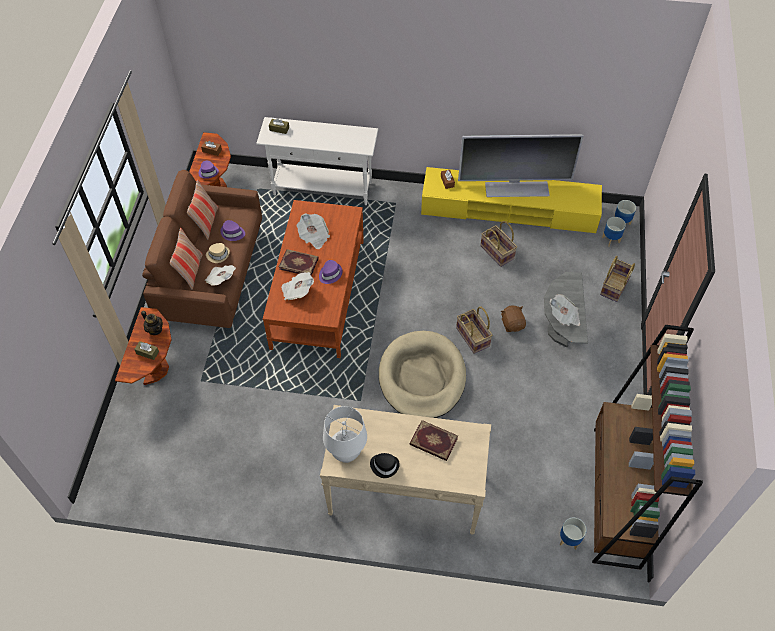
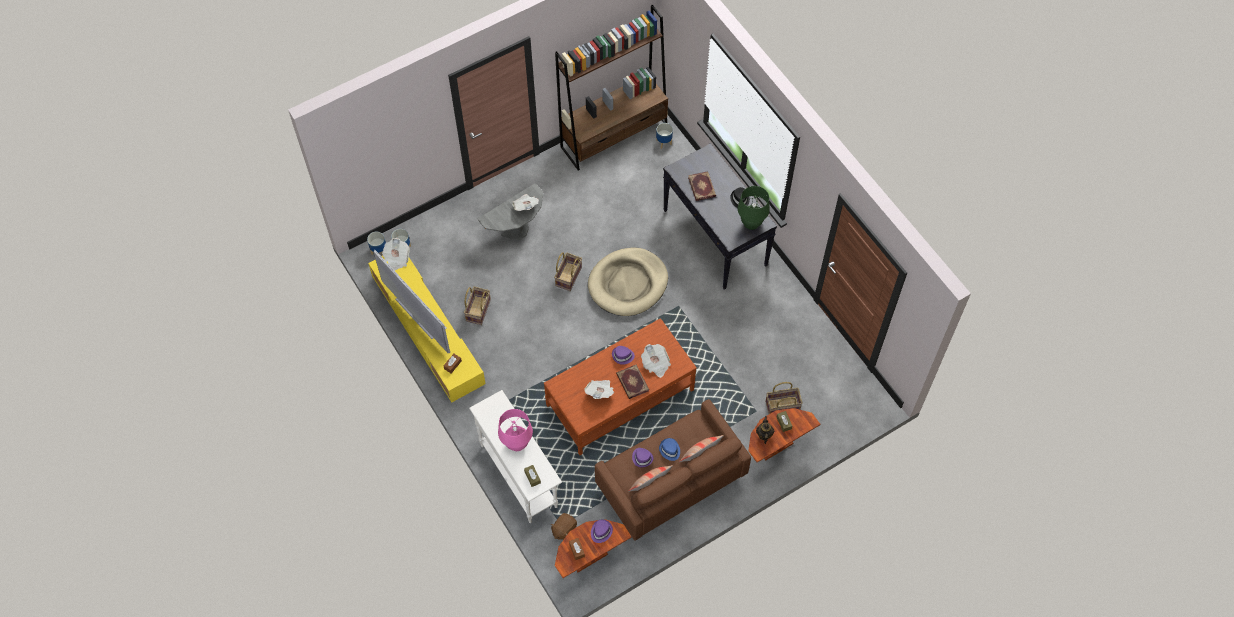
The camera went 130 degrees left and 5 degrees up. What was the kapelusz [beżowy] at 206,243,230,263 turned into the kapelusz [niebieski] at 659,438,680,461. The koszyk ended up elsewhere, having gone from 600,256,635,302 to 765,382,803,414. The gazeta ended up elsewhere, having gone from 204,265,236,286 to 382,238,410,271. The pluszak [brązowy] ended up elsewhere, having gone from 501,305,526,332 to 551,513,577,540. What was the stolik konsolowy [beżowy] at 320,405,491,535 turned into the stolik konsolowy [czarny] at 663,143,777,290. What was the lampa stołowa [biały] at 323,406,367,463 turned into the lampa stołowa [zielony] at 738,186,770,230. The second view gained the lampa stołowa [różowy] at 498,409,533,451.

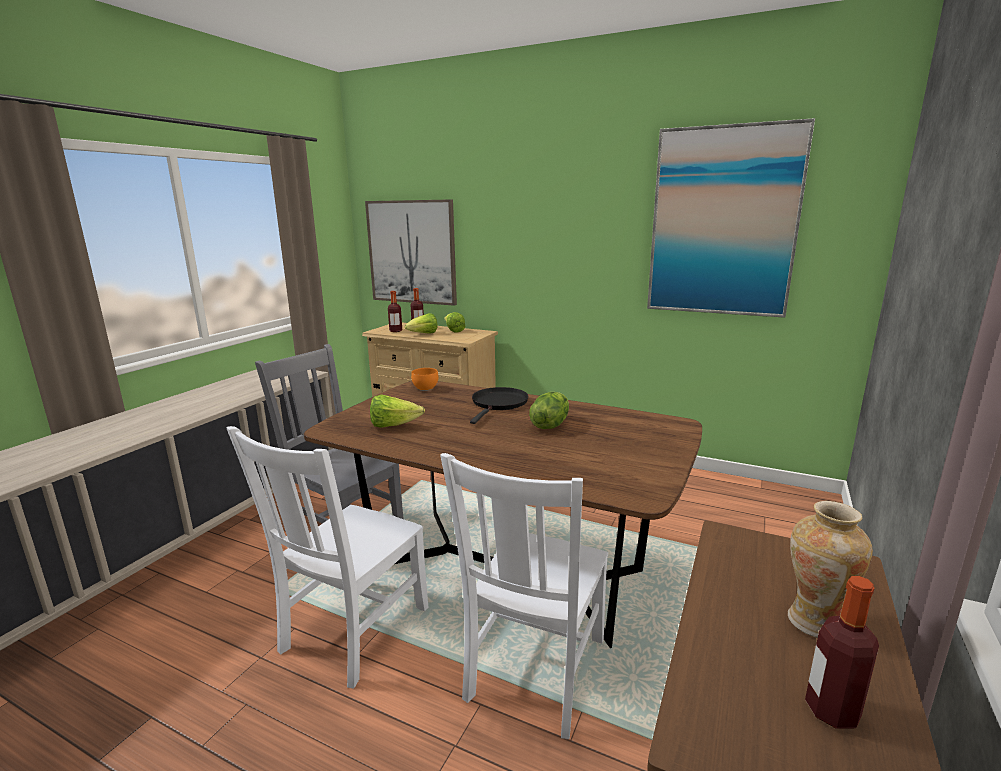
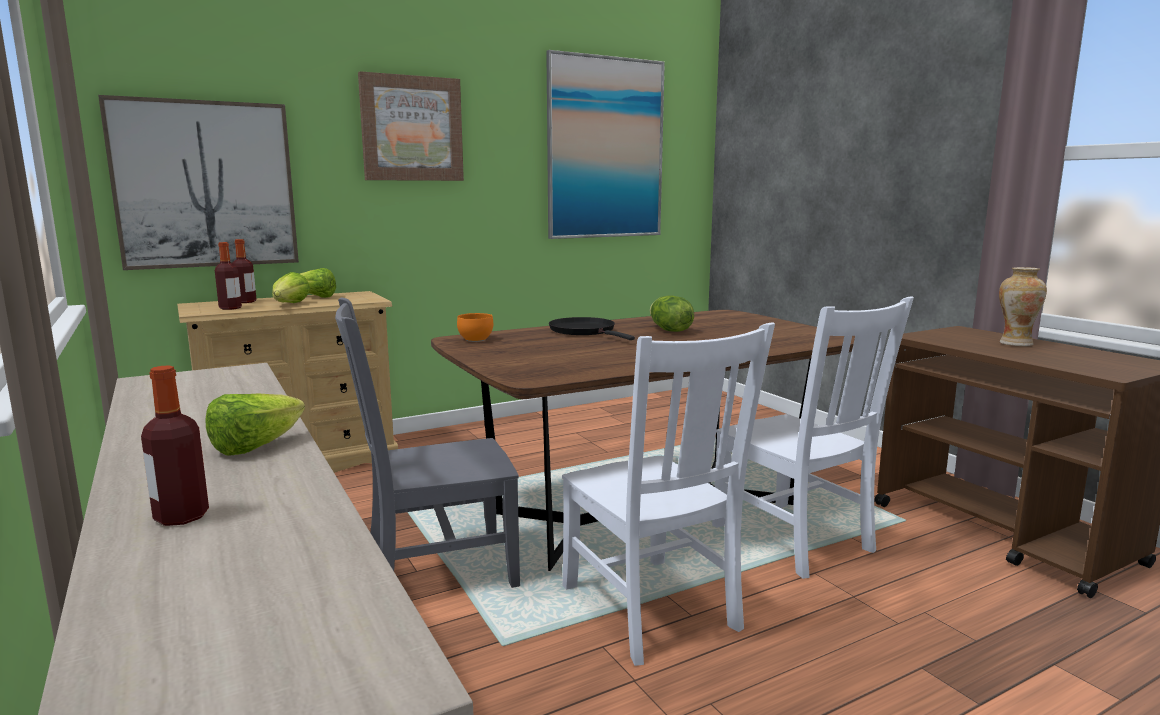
The camera went 55 degrees left and 5 degrees down. The sałata ended up elsewhere, having gone from 370,395,425,428 to 206,393,305,455. The butelka ended up elsewhere, having gone from 805,576,879,729 to 141,365,209,526. The second view gained the obraz at 358,71,464,181.

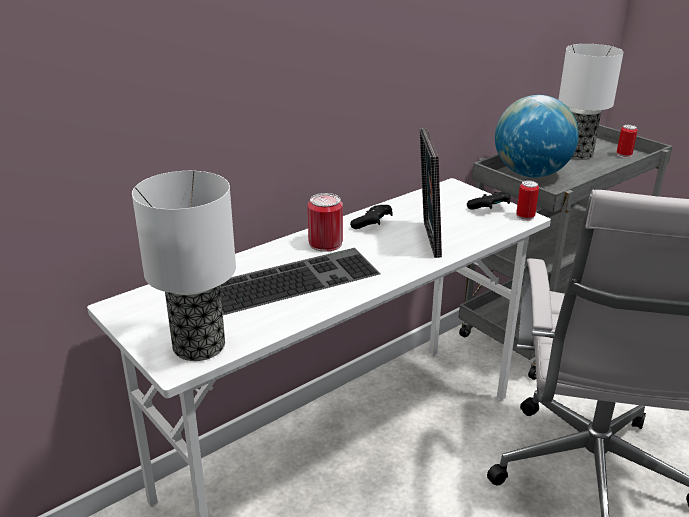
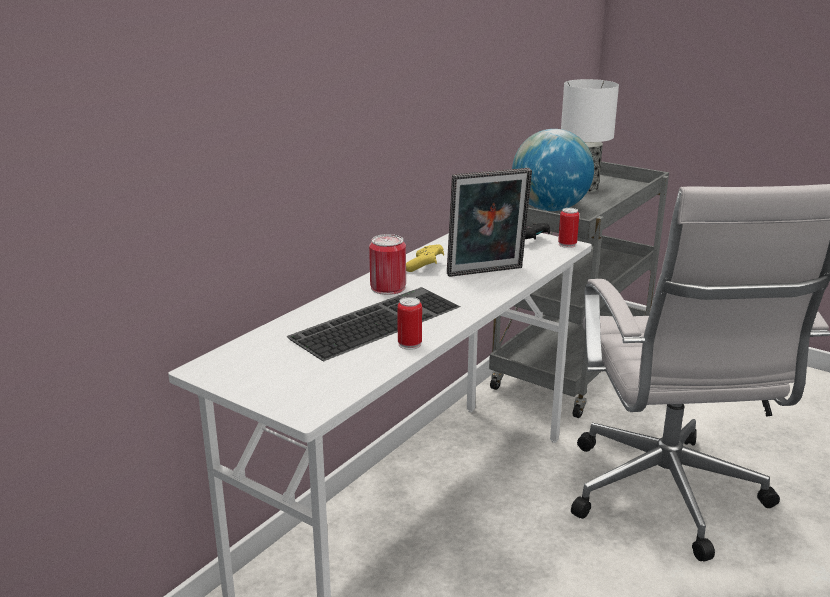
The camera went 15 degrees left and 5 degrees down. The puszka ended up elsewhere, having gone from 617,125,637,158 to 397,297,422,350. The ramka na zdjęcie at 420,128,442,258 ended up facing another way, 90 degrees counterclockwise from before. The second view lost the lampa stołowa at 132,171,236,361. What was the pad do gier [czarny] at 350,205,393,229 turned into the pad do gier [żółty] at 406,244,444,272.

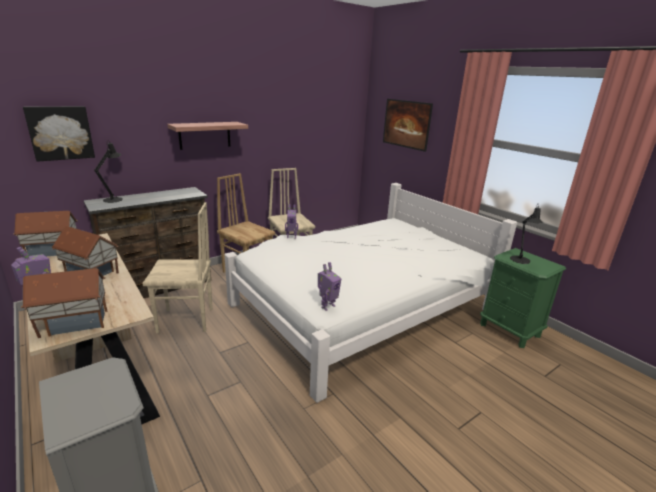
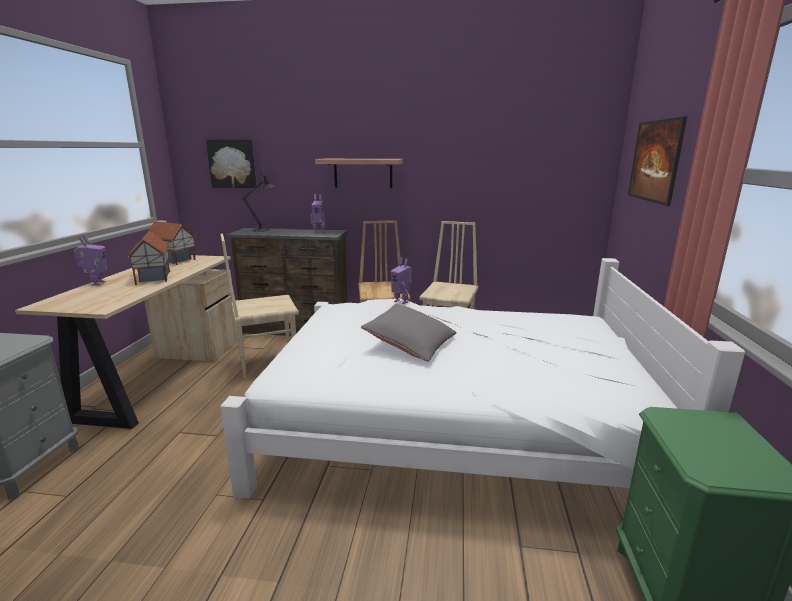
The camera went 45 degrees right and 5 degrees down. The krzesło [beżowy] at 142,202,213,333 ended up facing another way, 120 degrees clockwise from before. The second view lost the lampa stołowa [czarny] at 510,204,543,264. The robot zabawkowy ended up elsewhere, having gone from 318,262,341,311 to 310,194,325,232. The second view lost the domek at 21,268,107,338. The second view gained the poduszka [szary] at 361,304,457,362.

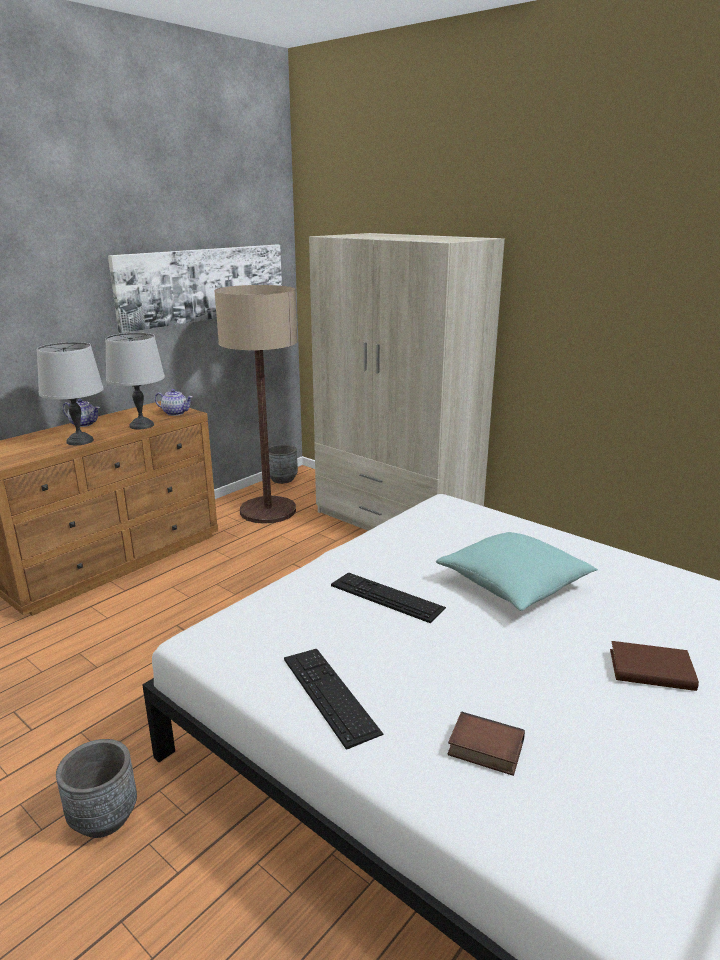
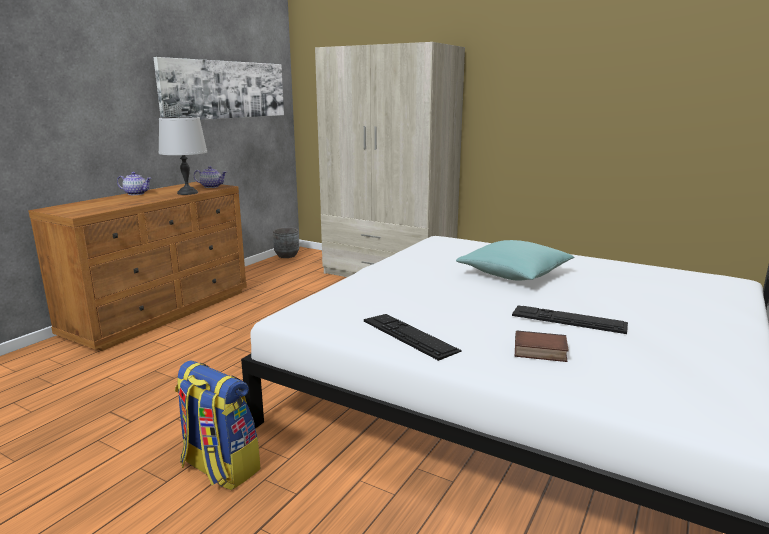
The camera went 10 degrees left and 5 degrees down. The second view lost the lampa stojąca at 214,285,298,524. The second view lost the lampa stołowa [szary] at 37,342,104,445. The klawiatura ended up elsewhere, having gone from 331,572,446,623 to 512,305,628,334. The second view lost the książka [brązowy] at 610,641,699,691. Where the donica [szary] stood at 56,739,137,838, the plecak came to stand at 175,360,261,490.

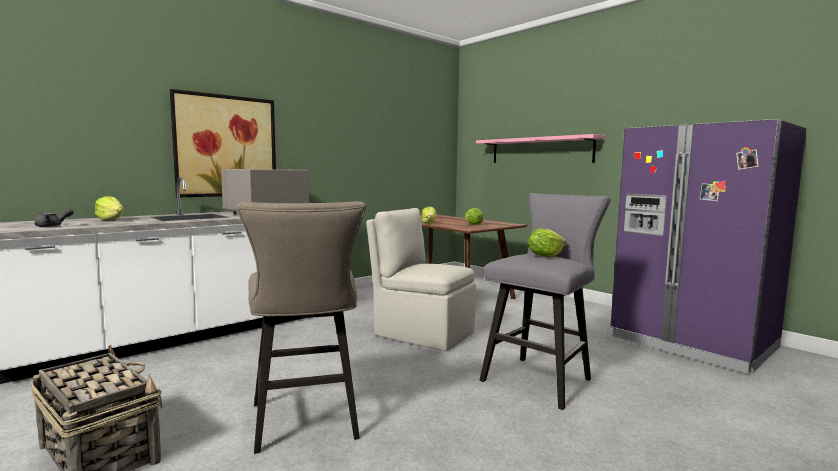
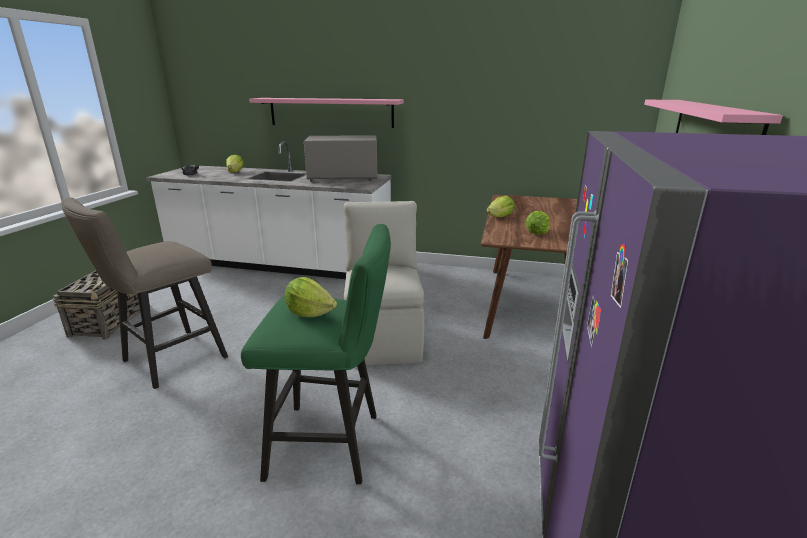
The camera went 55 degrees right and 15 degrees up. Where the obraz hung at 170,89,276,197, the półka [różowy] came to hang at 249,98,404,128. What was the stołek [szary] at 480,193,611,410 turned into the stołek [zielony] at 241,224,391,484.

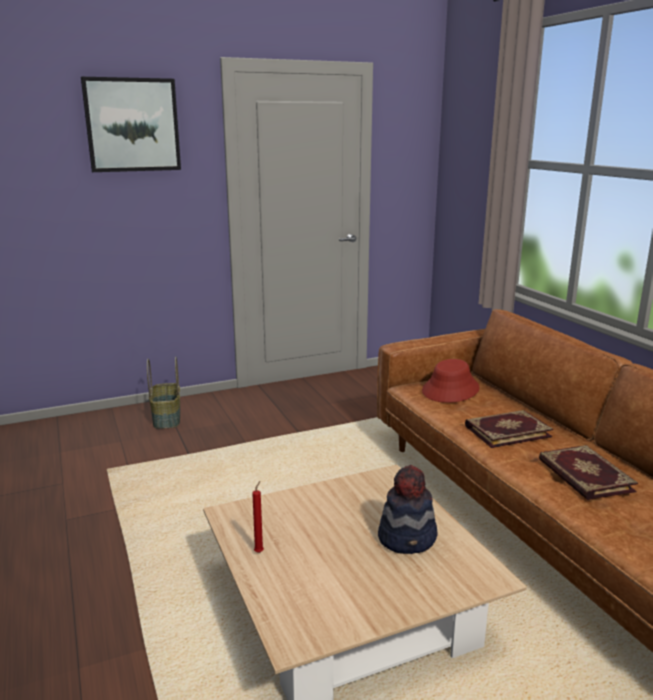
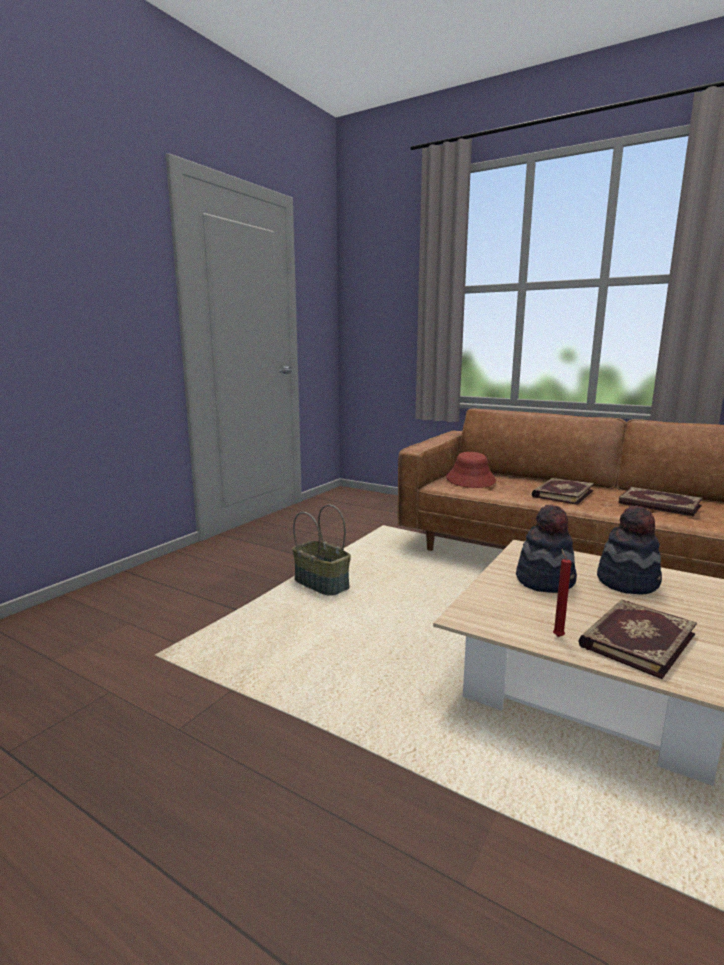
The camera went 35 degrees left and 5 degrees down. The second view lost the obraz at 81,77,181,172. The koszyk ended up elsewhere, having gone from 147,357,180,429 to 292,504,351,596. The second view gained the kapelusz at 516,504,577,593. The second view gained the książka at 578,600,697,679.

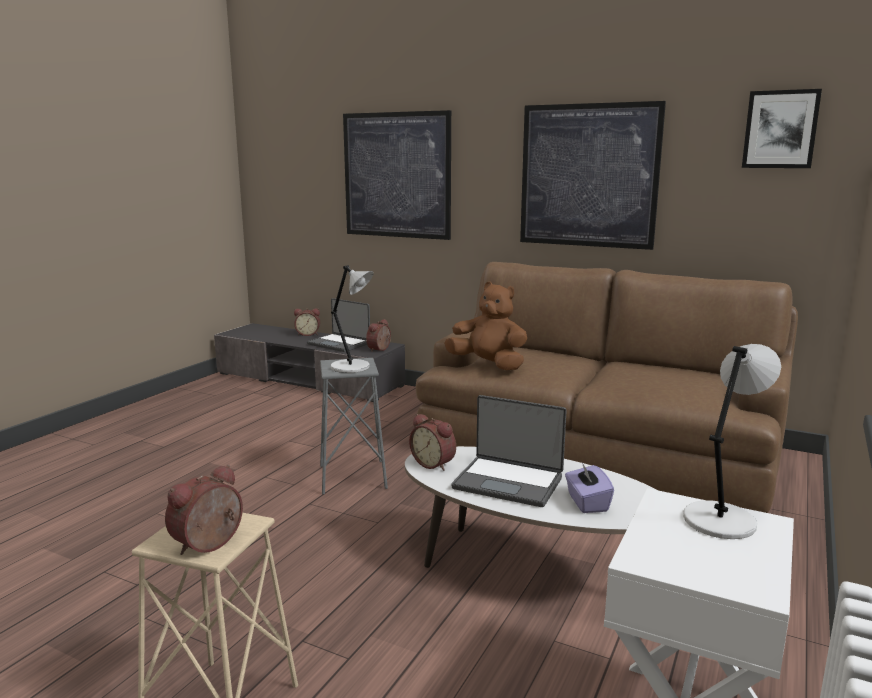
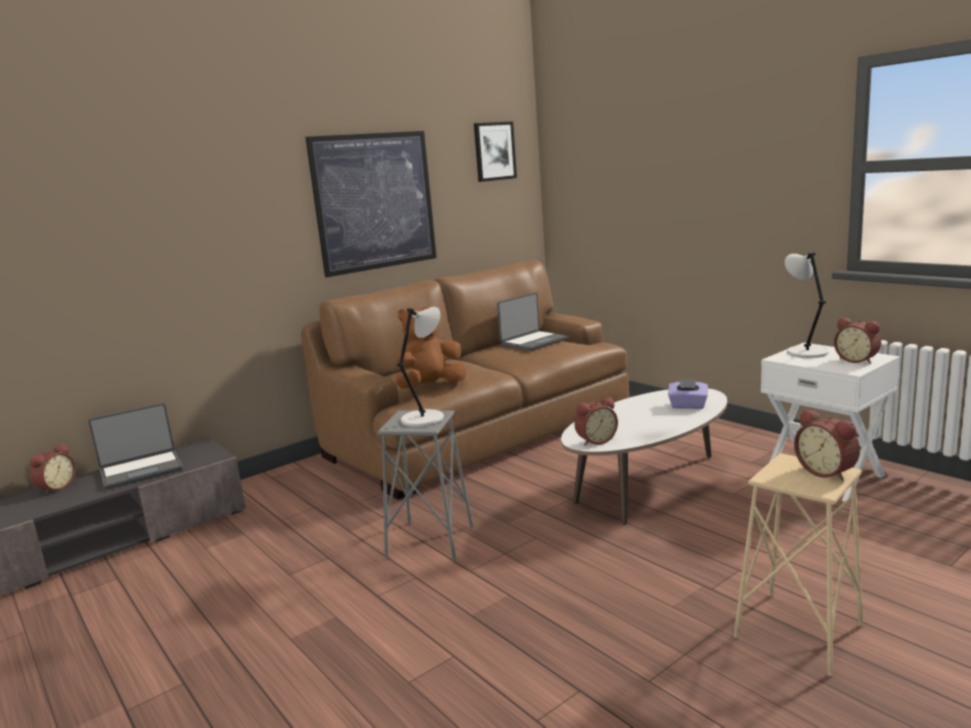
The camera went 65 degrees left and 0 degrees up. The second view lost the obraz at 343,110,451,240. The budzik ended up elsewhere, having gone from 366,319,391,352 to 834,318,881,364. The laptop ended up elsewhere, having gone from 451,395,567,507 to 497,292,569,351.

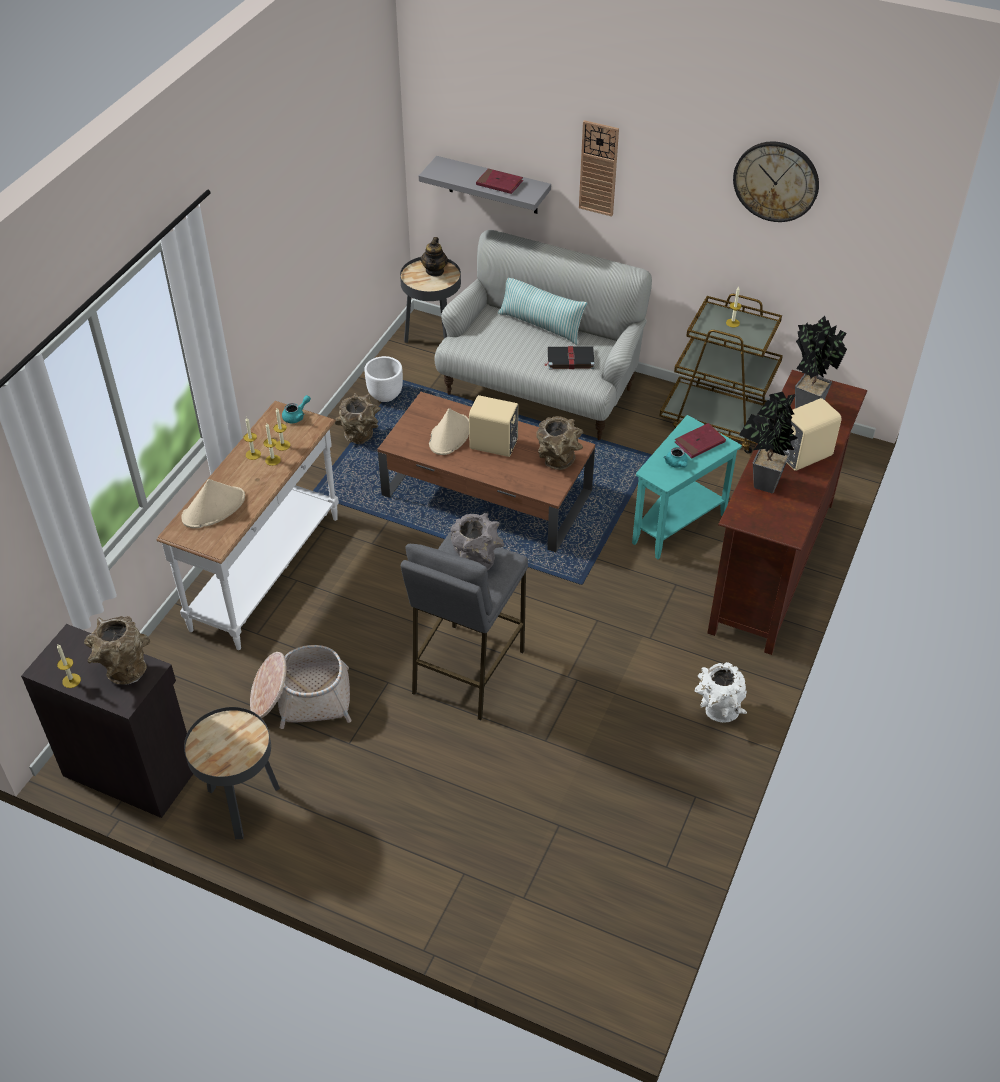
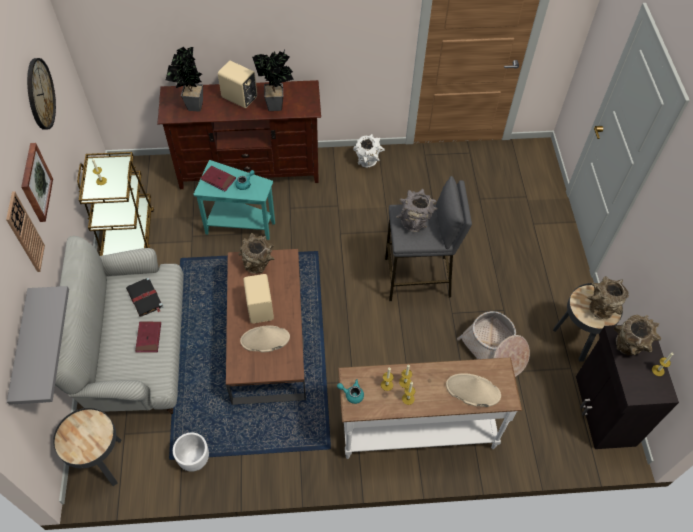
The camera went 120 degrees left and 10 degrees up. The książka [czerwony] ended up elsewhere, having gone from 476,168,523,194 to 135,322,161,353. The second view lost the imbryk at 420,237,448,276. The second view lost the poduszka at 498,278,587,345. The wazon [brązowy] ended up elsewhere, having gone from 335,393,381,444 to 588,276,629,319. The second view gained the obraz at 21,143,53,222.

